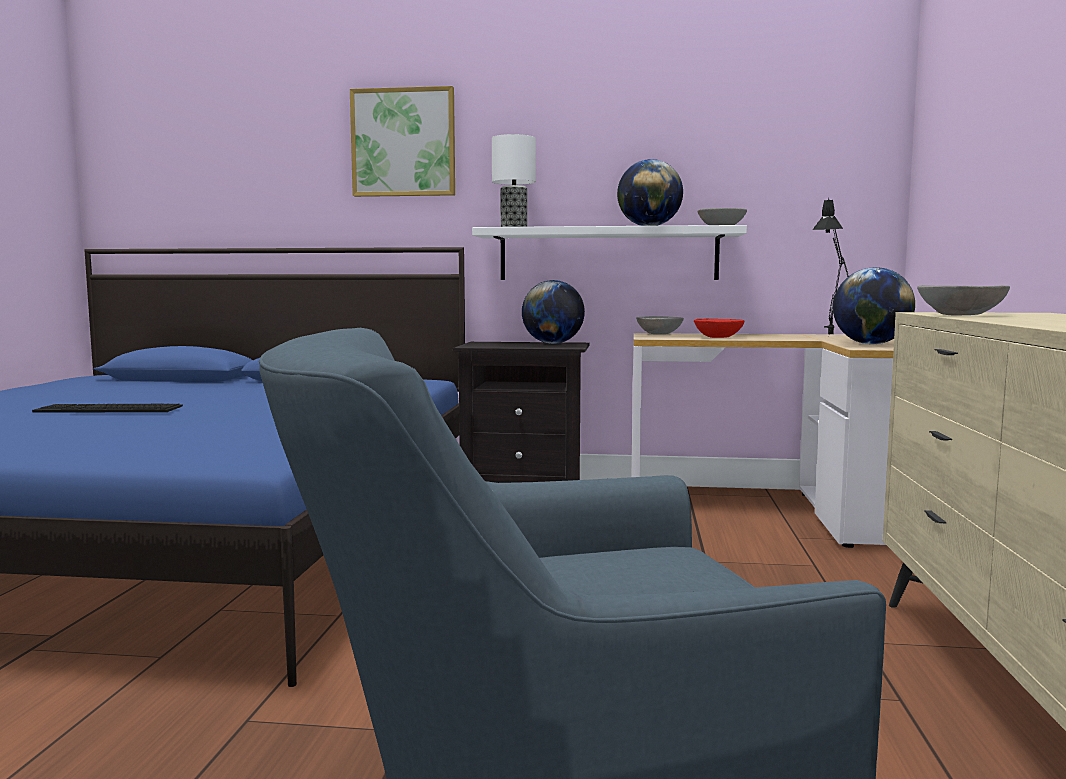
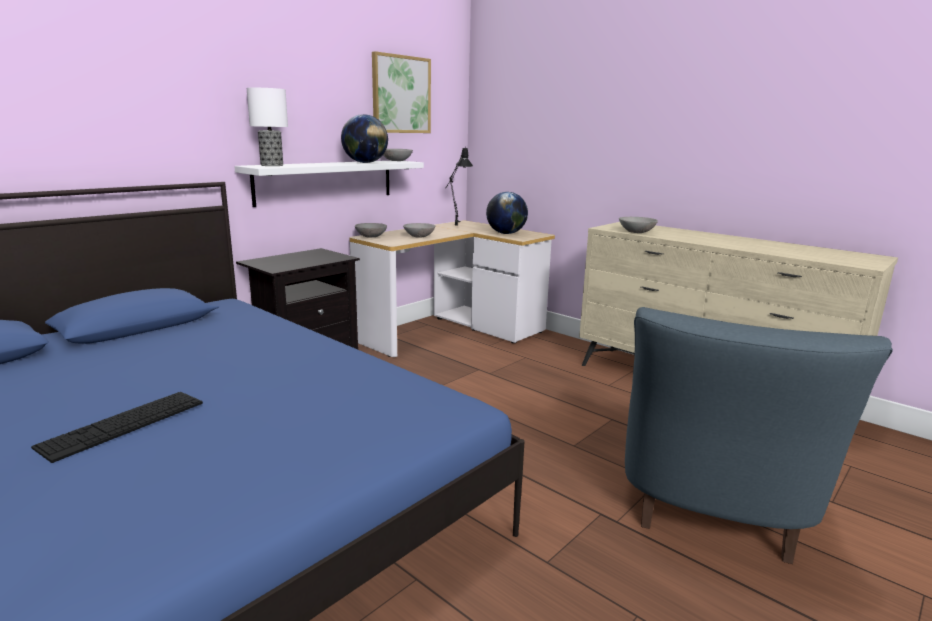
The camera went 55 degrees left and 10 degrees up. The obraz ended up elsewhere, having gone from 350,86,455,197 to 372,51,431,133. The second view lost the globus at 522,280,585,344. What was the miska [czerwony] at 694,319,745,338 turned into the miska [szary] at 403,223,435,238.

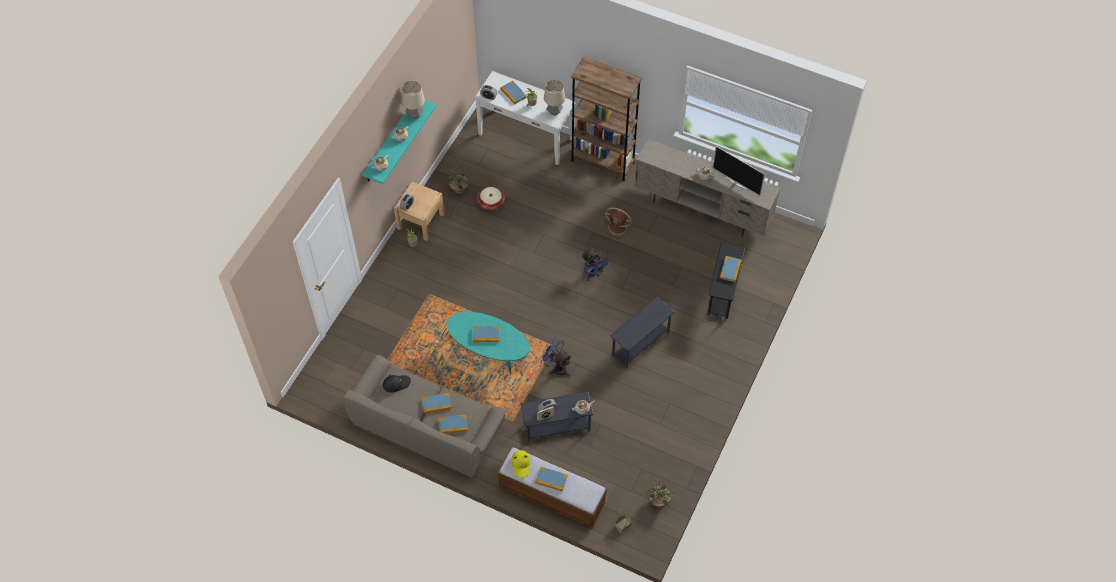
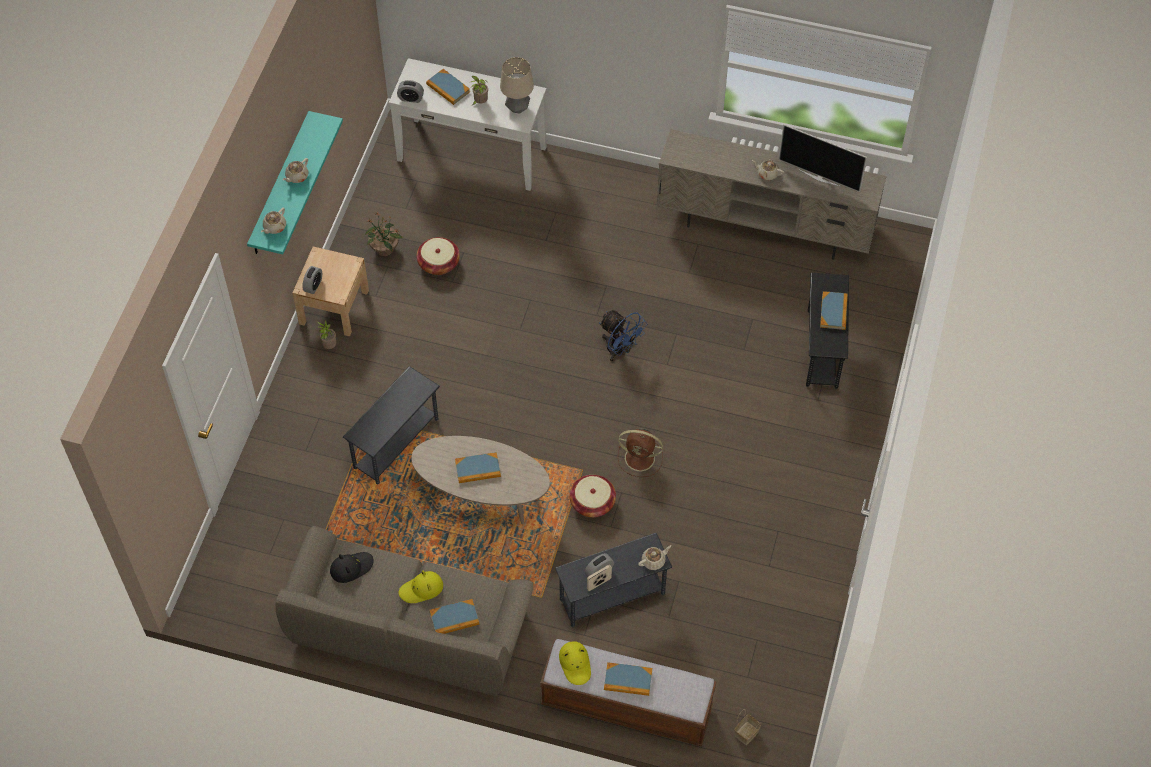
The camera went 10 degrees left and 0 degrees up. The second view lost the regał [brązowy] at 571,56,642,181. The second view lost the lampa stołowa at 402,81,425,119. The wentylator [brązowy] ended up elsewhere, having gone from 604,208,632,239 to 618,428,663,477. The stolik [szary] ended up elsewhere, having gone from 610,297,675,369 to 343,366,440,485. What was the ława [turkusowy] at 447,312,530,374 turned into the ława [beżowy] at 411,436,550,525. Where the wentylator [niebieski] stood at 541,337,572,377, the koszyk came to stand at 569,475,616,517. Where the książka stood at 422,393,452,413, the kapelusz [żółty] came to stand at 399,570,443,603. The second view lost the roślina doniczkowa at 646,479,675,508.

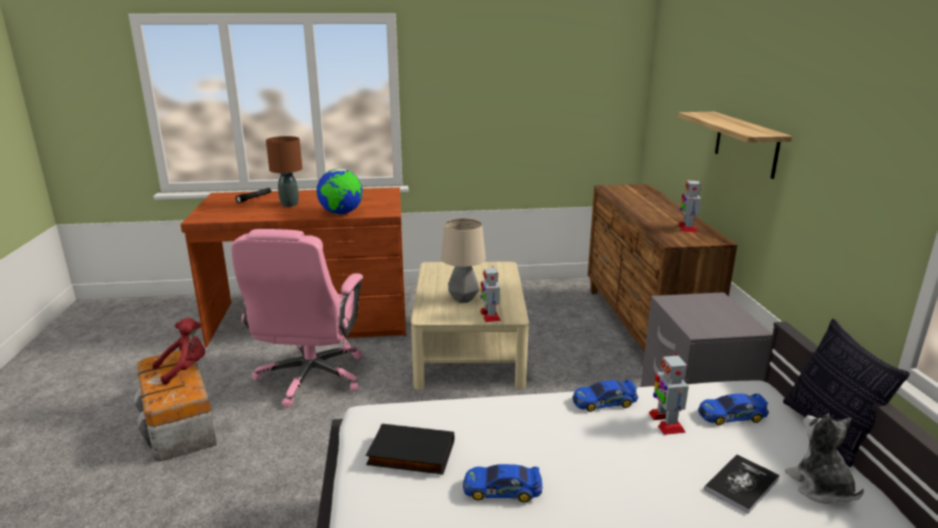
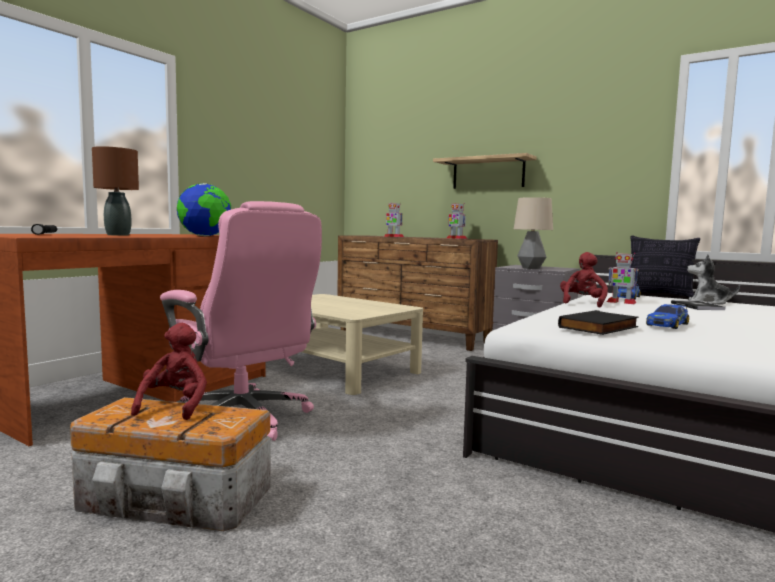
The camera went 50 degrees left and 15 degrees down. The lampa stołowa ended up elsewhere, having gone from 441,218,486,303 to 514,197,553,269. The robot zabawkowy ended up elsewhere, having gone from 480,266,501,322 to 384,203,404,237. Where the samochodzik stood at 572,380,638,412, the pluszak [czerwony] came to stand at 560,252,608,308.

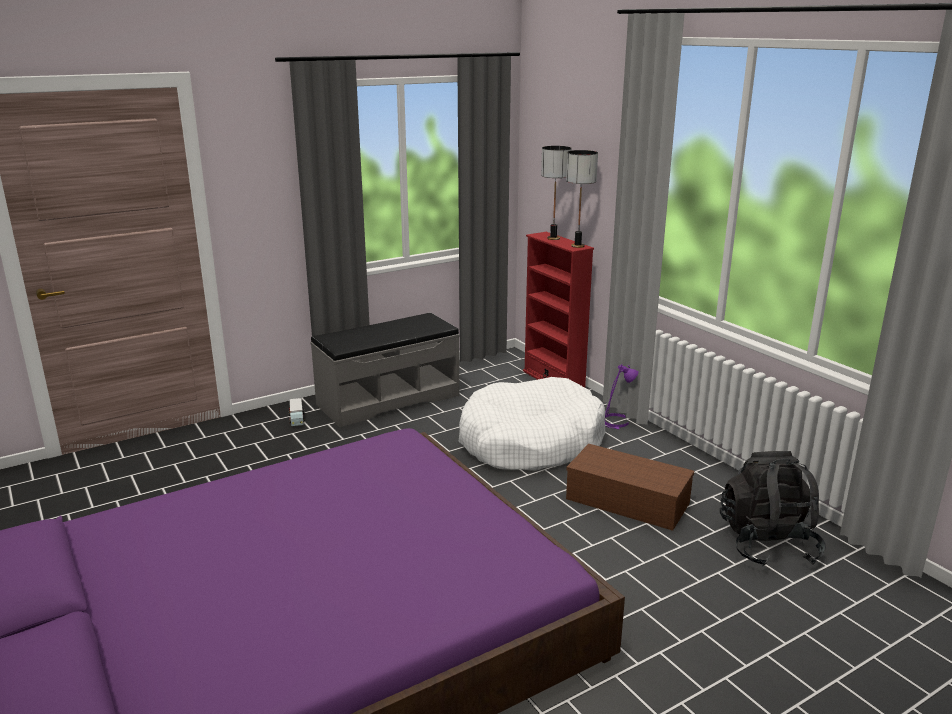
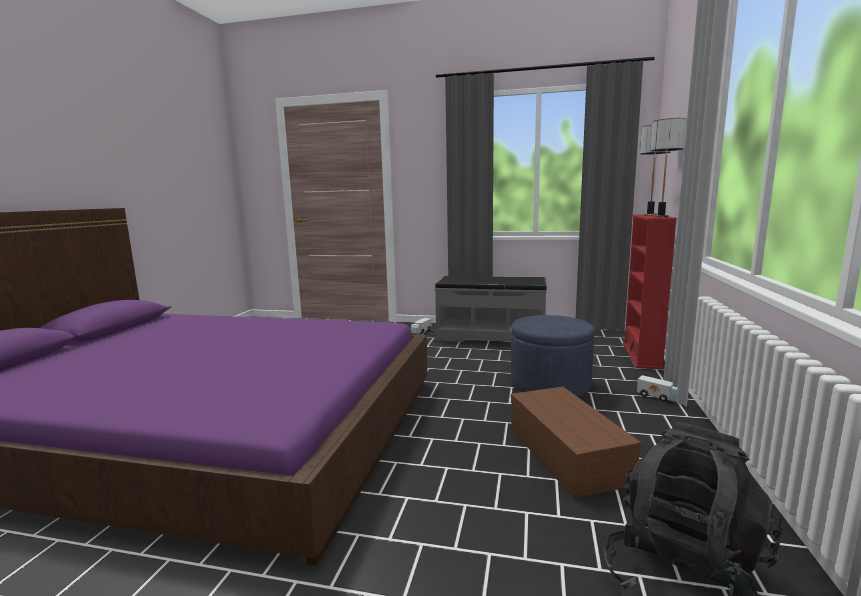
The camera went 45 degrees right and 10 degrees down. Where the lampa stołowa [fioletowy] stood at 605,364,639,429, the ciężarówka zabawkowa came to stand at 637,375,677,402. Where the legowisko [biały] stood at 459,377,606,471, the pufa [niebieski] came to stand at 511,315,595,397.

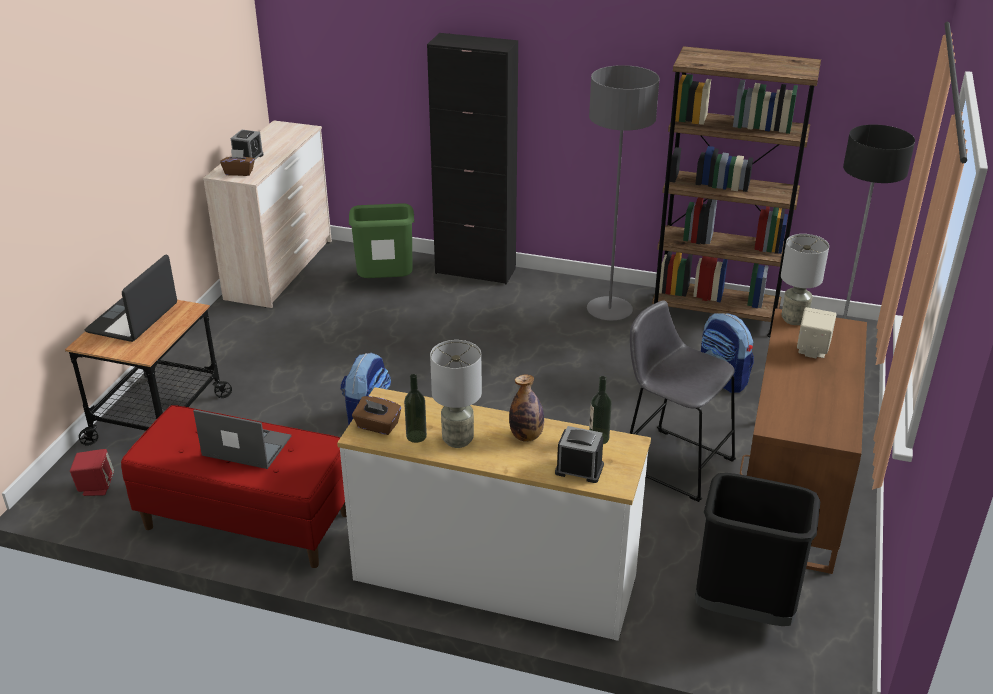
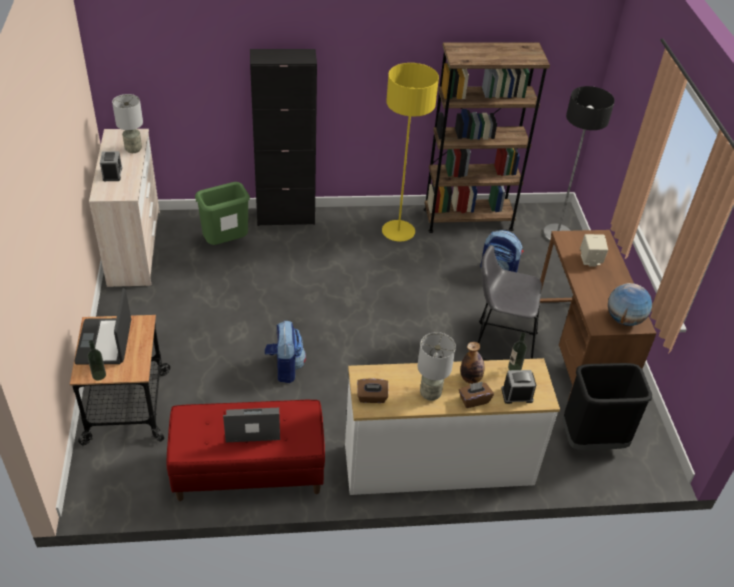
The camera went 25 degrees left and 10 degrees up. What was the lampa stojąca [szary] at 587,65,660,321 turned into the lampa stojąca [żółty] at 382,63,439,242. The pudełko chusteczek [brązowy] ended up elsewhere, having gone from 220,149,255,176 to 459,382,494,408. The lampa stołowa [szary] ended up elsewhere, having gone from 781,234,829,325 to 112,94,143,153. The butelka ended up elsewhere, having gone from 404,374,427,443 to 87,340,106,380. The second view lost the głośnik [czerwony] at 70,449,114,496. The second view gained the globus at 608,283,652,326.

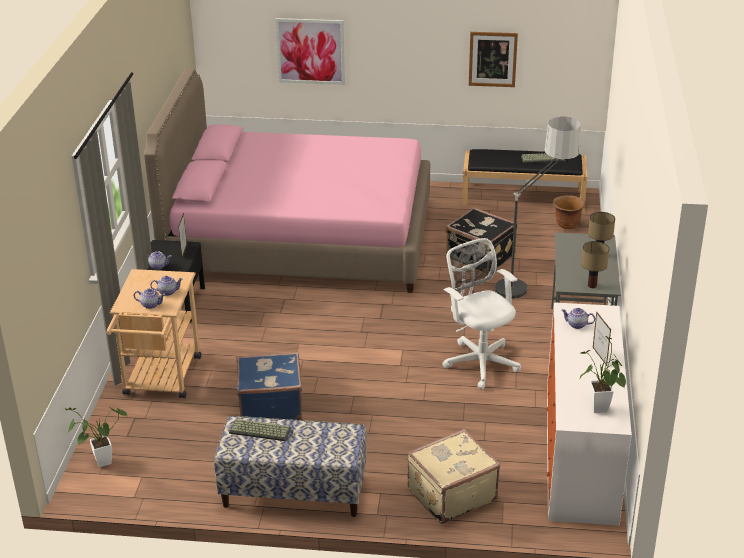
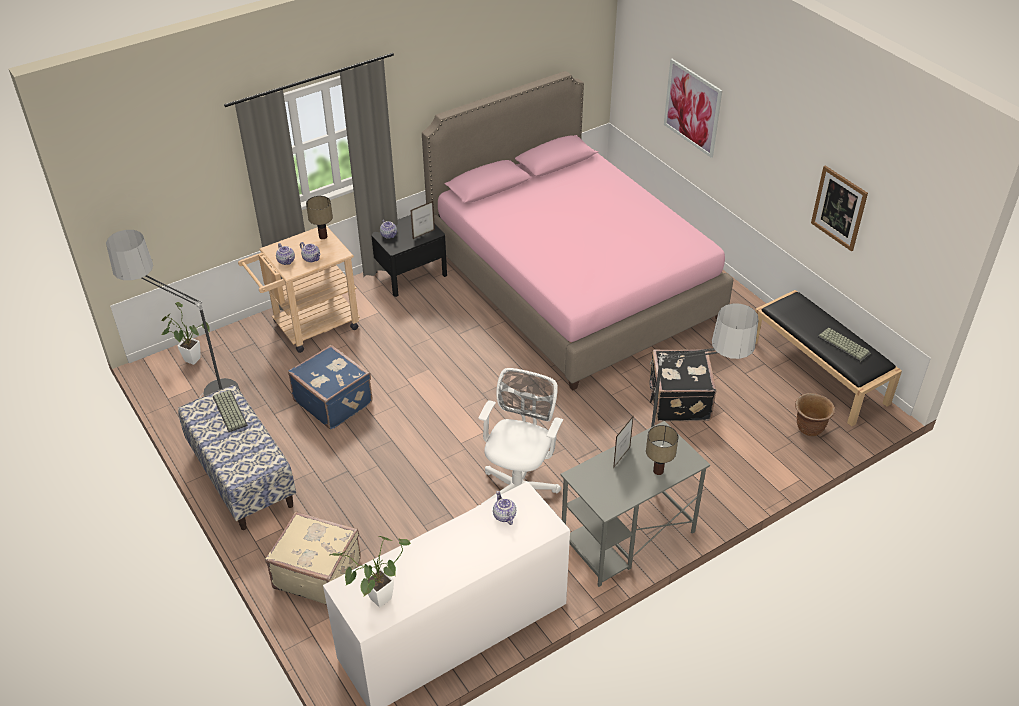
The camera went 50 degrees right and 10 degrees up. The lampa stołowa ended up elsewhere, having gone from 581,241,609,288 to 306,196,333,239. The ramka na zdjęcie ended up elsewhere, having gone from 593,311,611,366 to 613,415,634,468. The second view gained the lampa stojąca at 106,230,240,398.

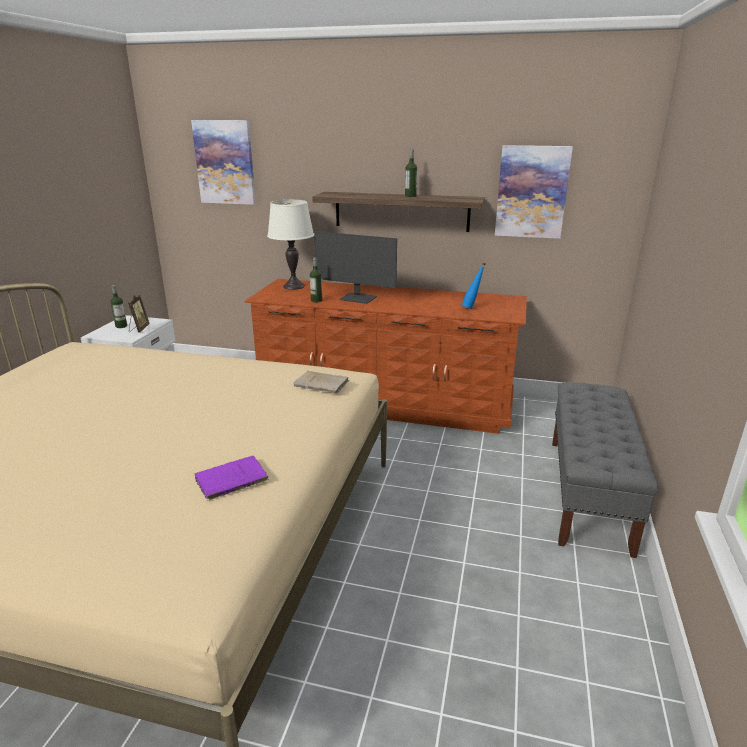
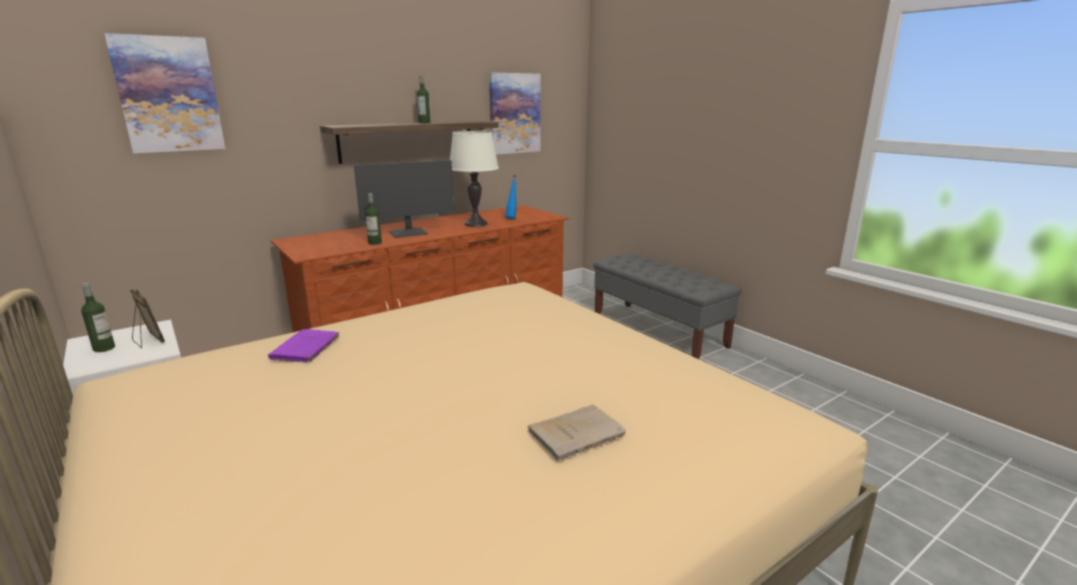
The camera went 50 degrees left and 5 degrees down. The lampa stołowa [biały] ended up elsewhere, having gone from 267,200,314,290 to 450,131,499,227. The książka [beżowy] ended up elsewhere, having gone from 294,371,349,393 to 527,405,626,461. The książka [fioletowy] ended up elsewhere, having gone from 194,456,269,501 to 268,329,339,363.

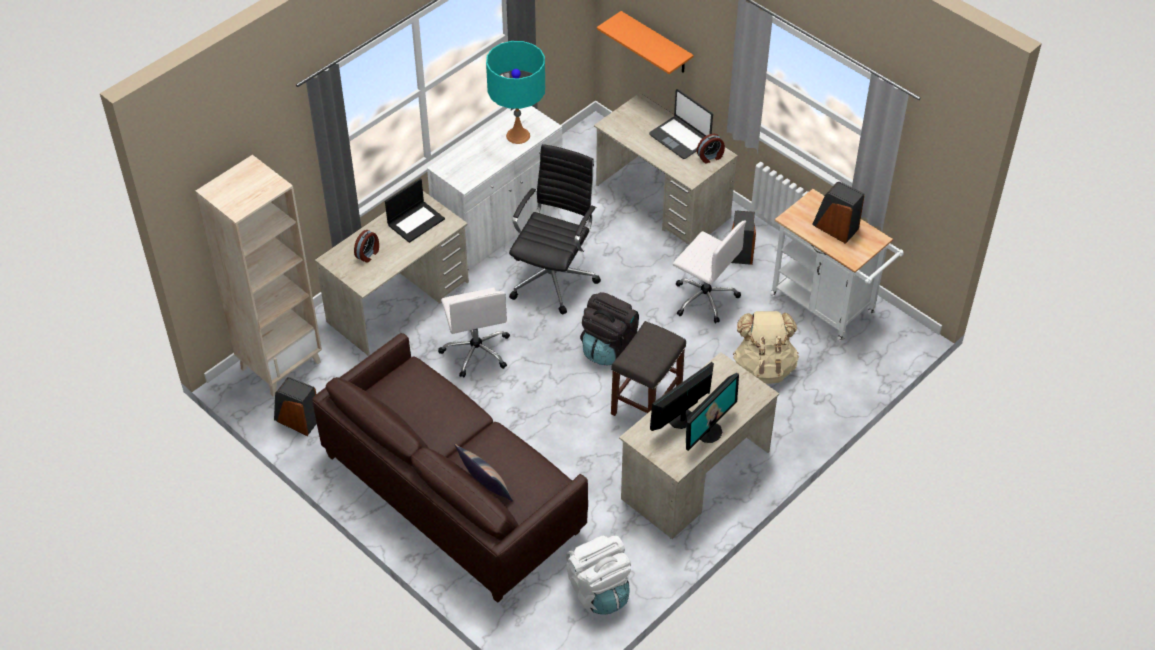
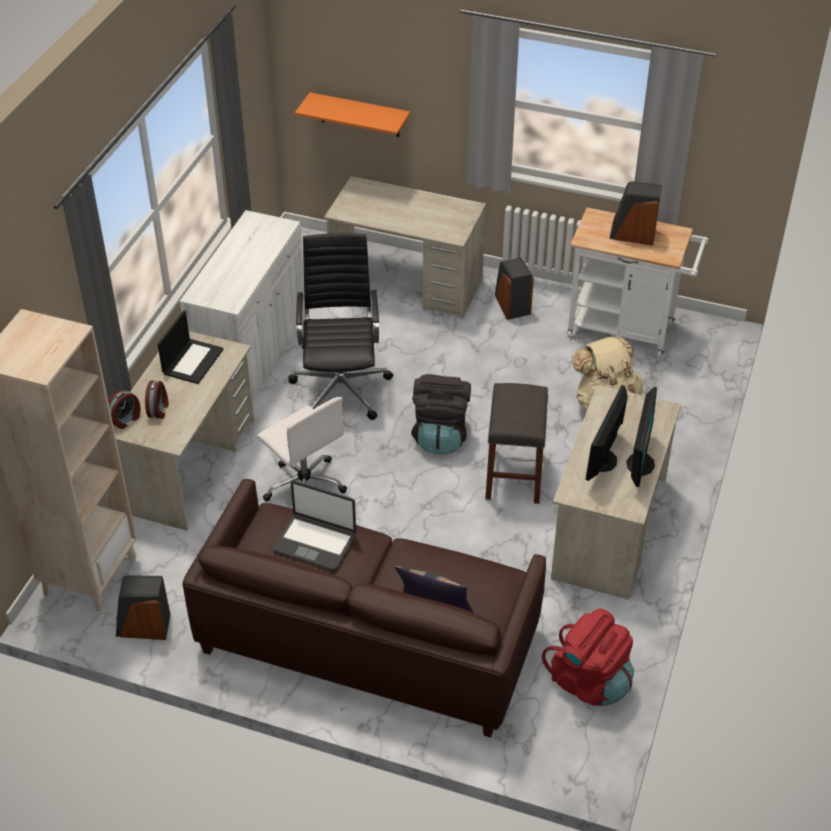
The camera went 25 degrees left and 5 degrees down. The second view lost the lampa stołowa [turkusowy] at 486,41,545,144. The laptop ended up elsewhere, having gone from 649,89,713,159 to 273,481,356,570. The budzik ended up elsewhere, having gone from 697,134,725,164 to 108,390,141,429. The second view lost the krzesło biurowe [biały] at 673,220,746,324. What was the plecak [biały] at 566,536,631,615 turned into the plecak [czerwony] at 542,608,634,706.

